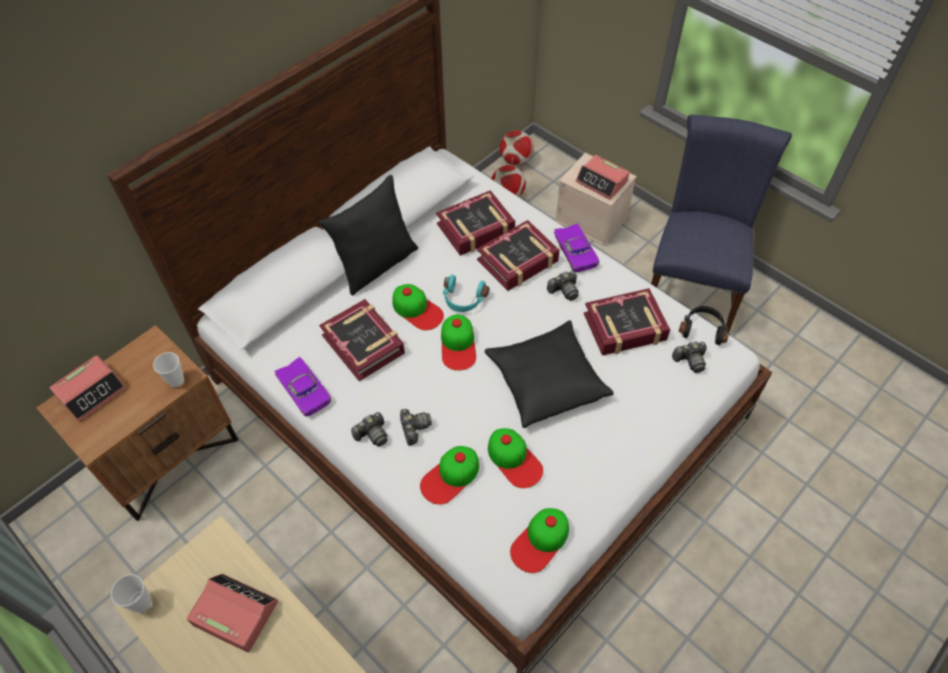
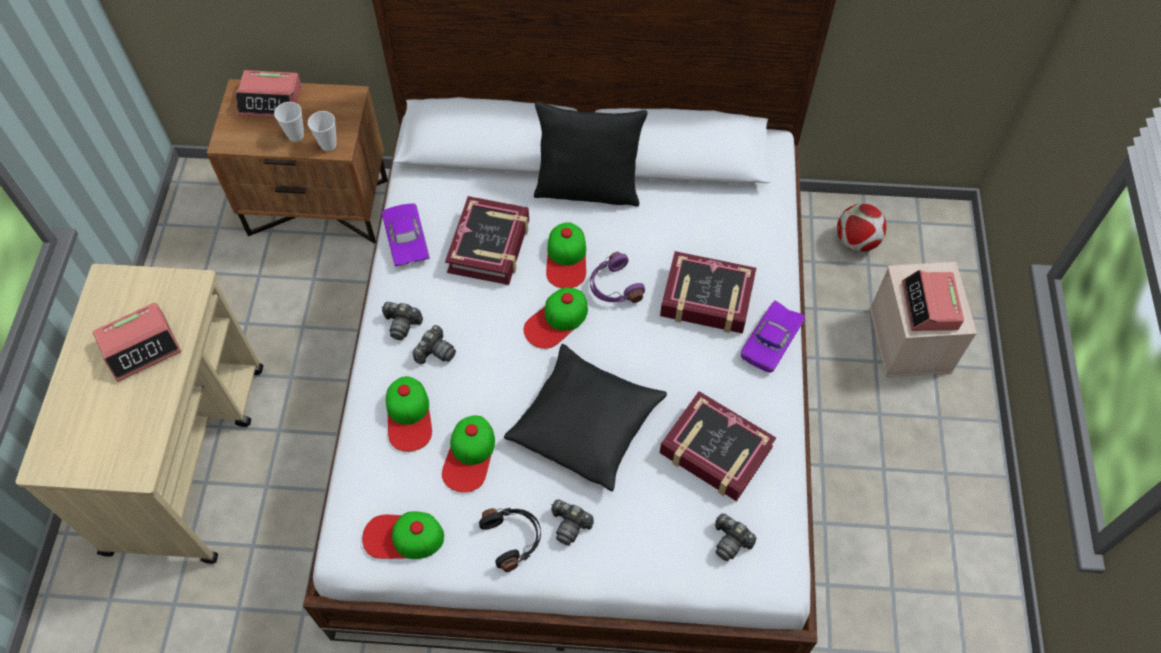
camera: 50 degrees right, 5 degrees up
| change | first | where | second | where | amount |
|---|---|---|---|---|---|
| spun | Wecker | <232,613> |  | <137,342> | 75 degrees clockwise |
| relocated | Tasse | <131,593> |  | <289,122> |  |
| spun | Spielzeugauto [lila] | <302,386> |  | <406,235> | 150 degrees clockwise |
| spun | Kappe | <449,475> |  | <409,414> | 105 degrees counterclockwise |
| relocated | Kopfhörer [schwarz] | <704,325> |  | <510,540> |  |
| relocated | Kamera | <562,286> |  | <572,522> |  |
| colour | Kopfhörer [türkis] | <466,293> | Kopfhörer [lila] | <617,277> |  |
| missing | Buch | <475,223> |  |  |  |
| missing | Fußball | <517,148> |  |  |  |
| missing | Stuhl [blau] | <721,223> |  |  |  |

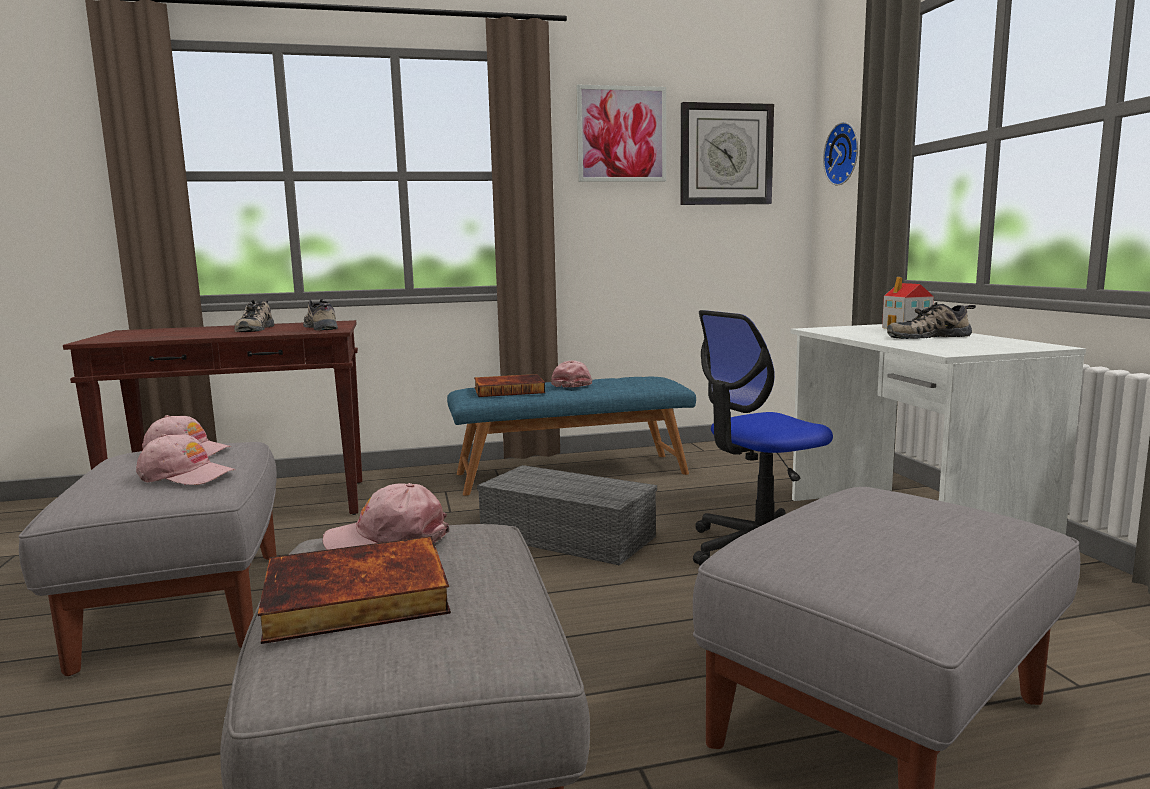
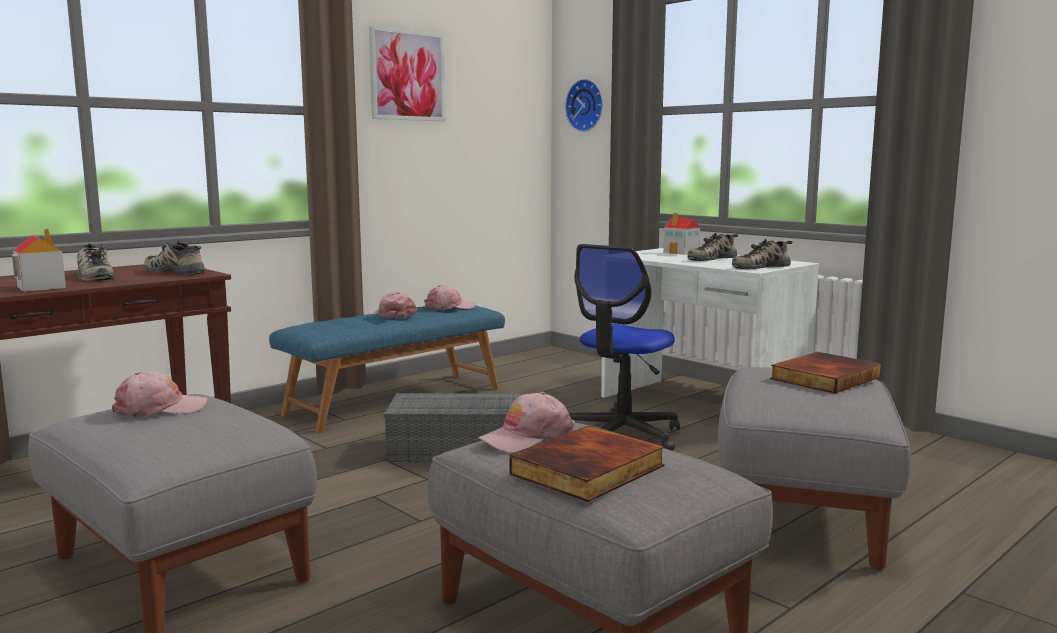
camera: 30 degrees left, 0 degrees up
| change | first | where | second | where | amount |
|---|---|---|---|---|---|
| appeared |  |  | Spielzeughaus | <39,260> |  |
| relocated | Kappe [rosa] | <186,459> |  | <450,297> |  |
| appeared |  |  | Schuh | <762,254> |  |
| relocated | Buch | <509,385> |  | <825,373> |  |
| missing | Wanduhr | <727,153> |  |  |  |

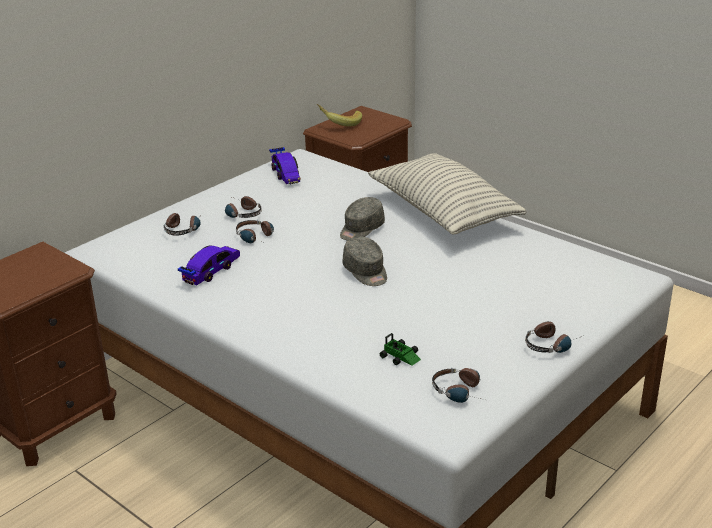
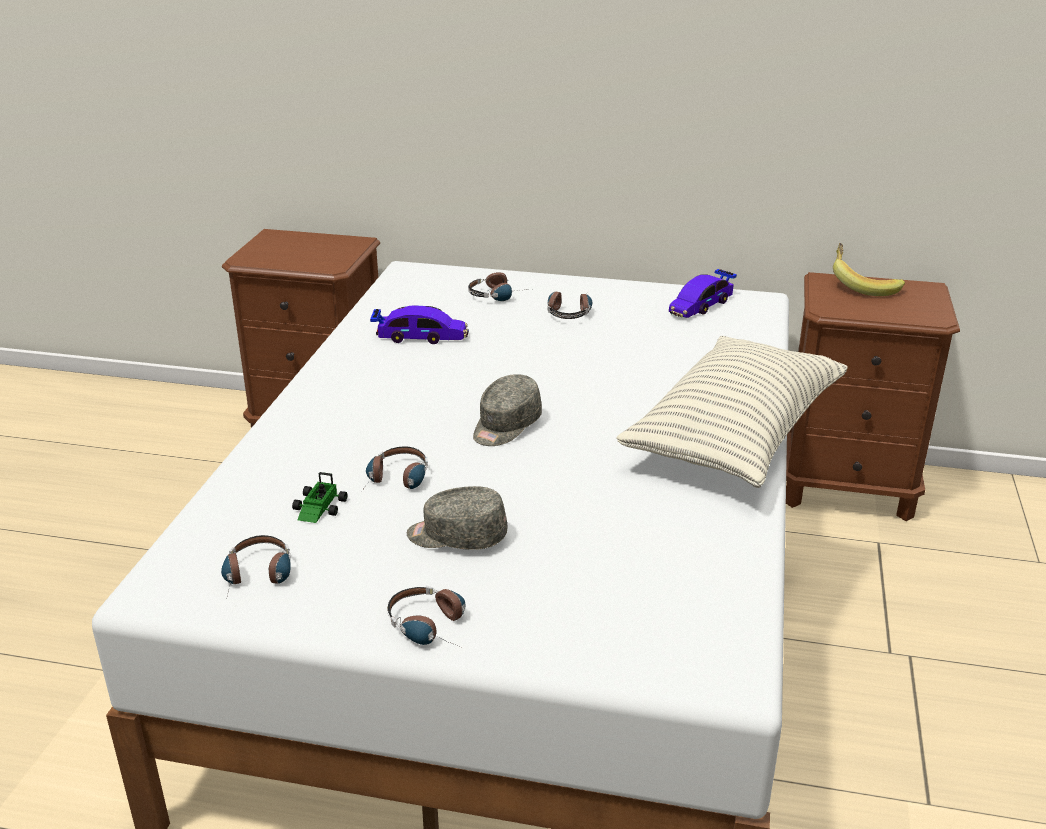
camera: 60 degrees right, 0 degrees up
| change | first | where | second | where | amount |
|---|---|---|---|---|---|
| relocated | Kopfhörer | <255,231> |  | <395,468> |  |
| relocated | Kappe [grau] | <362,219> |  | <457,518> |  |

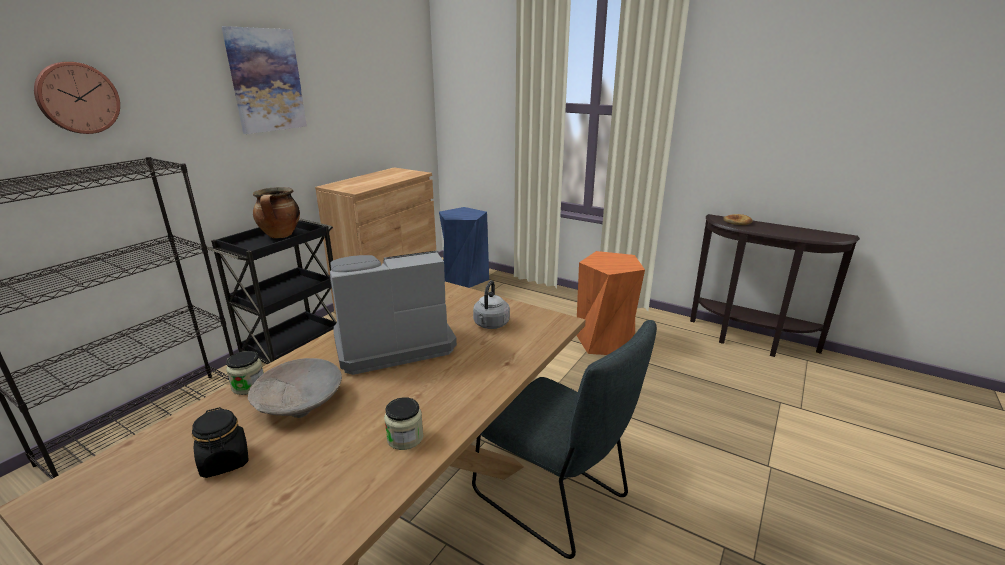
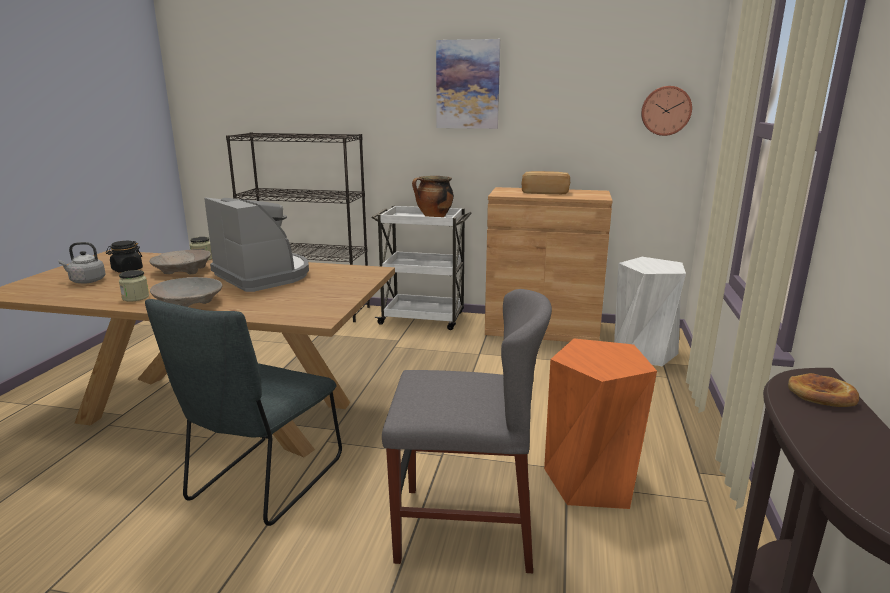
camera: 70 degrees right, 5 degrees down
| change | first | where | second | where | amount |
|---|---|---|---|---|---|
| relocated | Wasserkessel [grau] | <491,304> |  | <82,263> |  |
| appeared |  |  | Schüssel [beige] | <186,292> |  |
| colour | Rollwagen [schwarz] | <272,291> | Rollwagen [weiß] | <421,268> |  |
| appeared |  |  | Stuhl [grau] | <467,431> |  |
| appeared |  |  | Brot | <546,182> |  |
| colour | Hocker [blau] | <464,247> | Hocker [weiß] | <650,311> |  |
| relocated | Wanduhr | <77,98> |  | <666,111> |  |

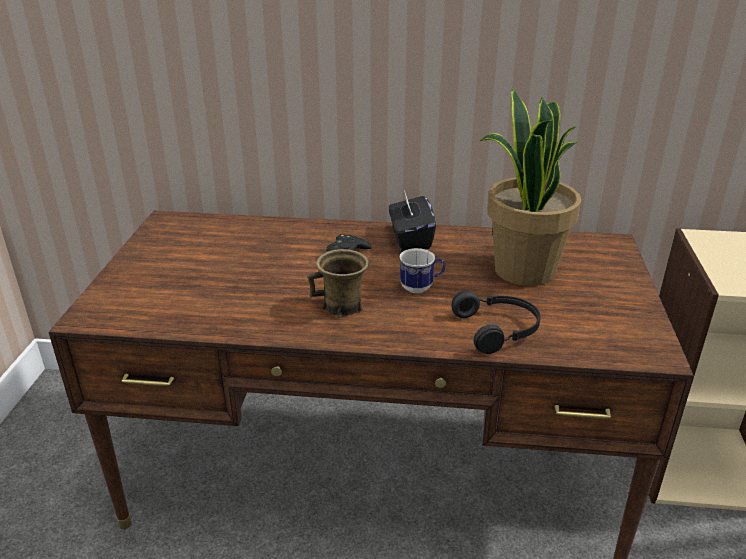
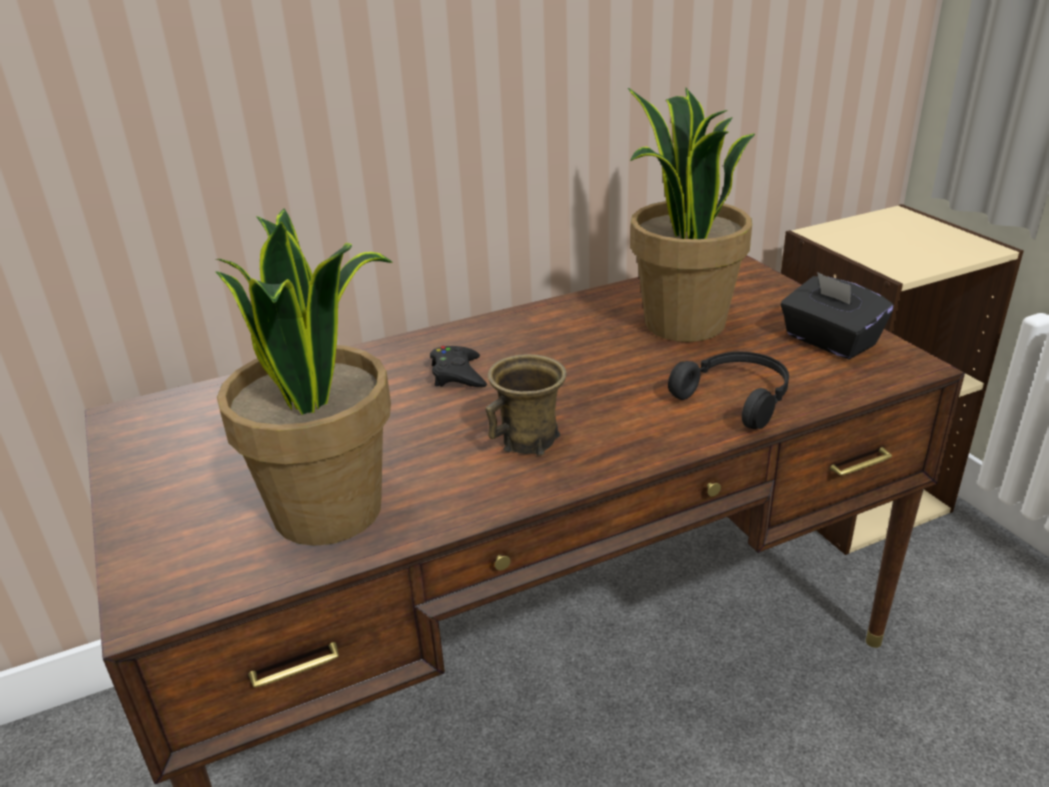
camera: 30 degrees left, 0 degrees up
| change | first | where | second | where | amount |
|---|---|---|---|---|---|
| appeared |  |  | Topfpflanze | <304,377> |  |
| relocated | Taschentuchbox [schwarz] | <412,220> |  | <837,315> |  |
| missing | Henkelbecher | <423,270> |  |  |  |

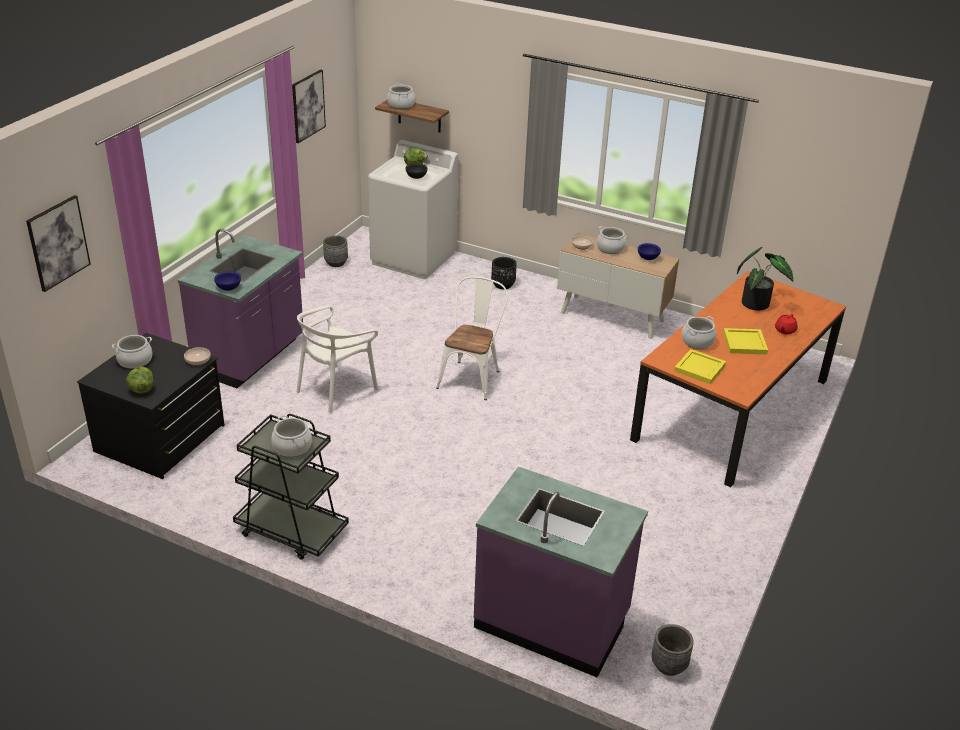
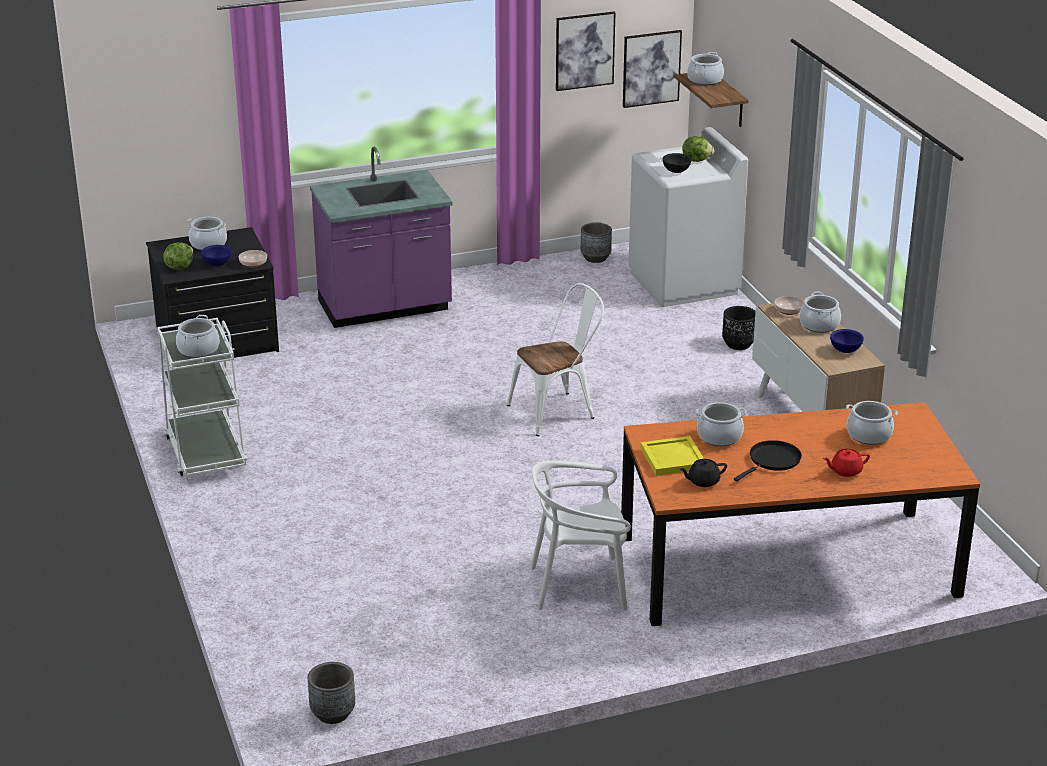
camera: 45 degrees right, 5 degrees down
| change | first | where | second | where | amount |
|---|---|---|---|---|---|
| colour | Rollwagen [schwarz] | <291,487> | Rollwagen [weiß] | <202,397> |  |
| relocated | Schüssel [blau] | <227,281> |  | <216,255> |  |
| relocated | Stuhl [weiß] | <337,359> |  | <580,536> |  |
| relocated | Bild | <58,243> |  | <652,69> |  |
| appeared |  |  | Teekanne [schwarz] | <703,473> |  |
| exchanged | Tablett [gelb] | <745,341> | Pfanne [schwarz] | <768,460> |  |
| exchanged | Topfpflanze | <765,279> | Kochtopf | <872,423> |  |
| missing | Küchenzeile [lila] | <561,571> |  |  |  |

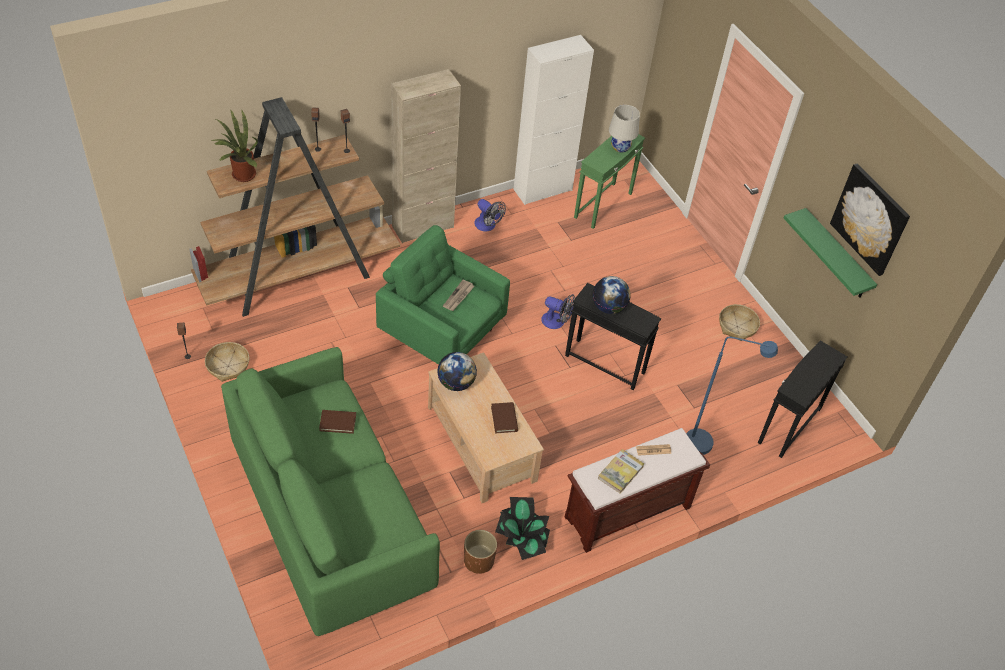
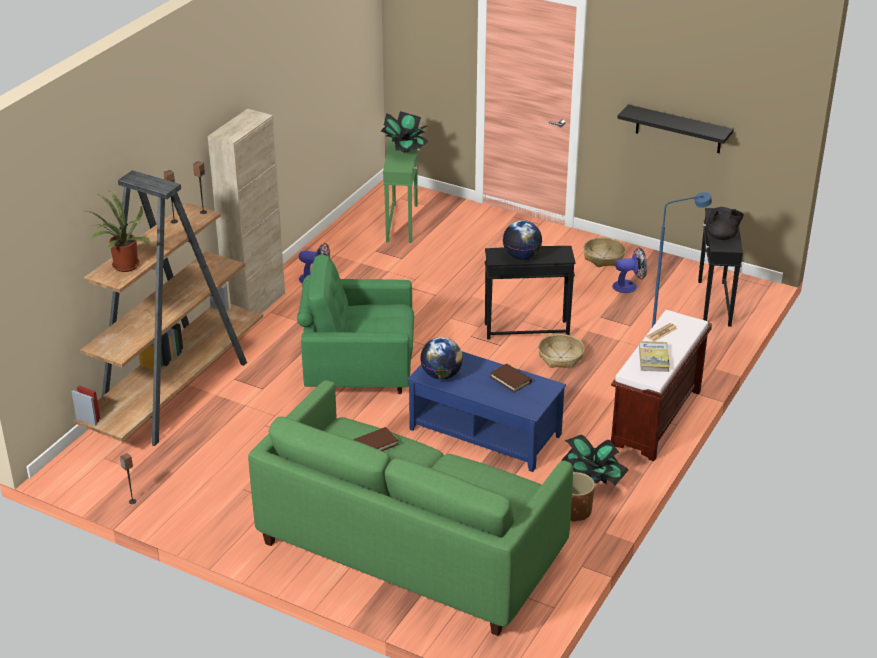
camera: 30 degrees left, 15 degrees down
| change | first | where | second | where | amount |
|---|---|---|---|---|---|
| exchanged | Tischlampe [weiß] | <624,129> | Topfpflanze | <404,132> |  |
| colour | Couchtisch [beige] | <486,427> | Couchtisch [blau] | <486,411> |  |
| relocated | Korb | <227,362> |  | <561,351> |  |
| relocated | Ventilator | <558,311> |  | <630,270> |  |
| colour | Wandregal [grün] | <830,253> | Wandregal [schwarz] | <675,129> |  |
| appeared |  |  | Teekanne [schwarz] | <725,223> |  |
| missing | Zeitung | <458,295> |  |  |  |
| missing | Schrank [weiß] | <554,120> |  |  |  |
| missing | Bild | <870,220> |  |  |  |

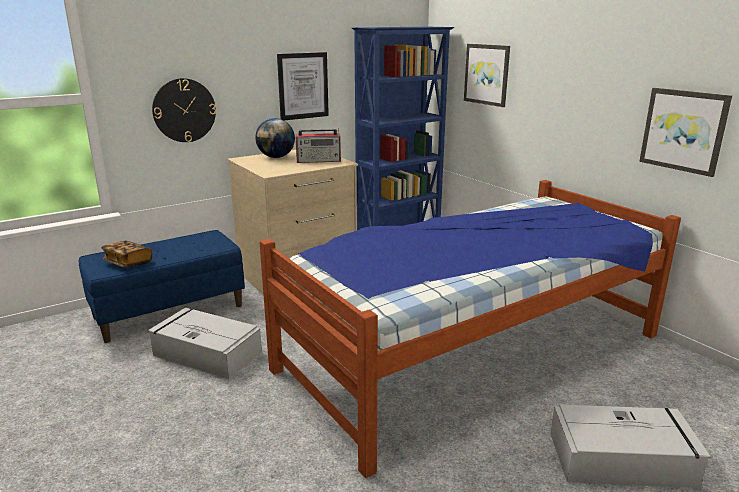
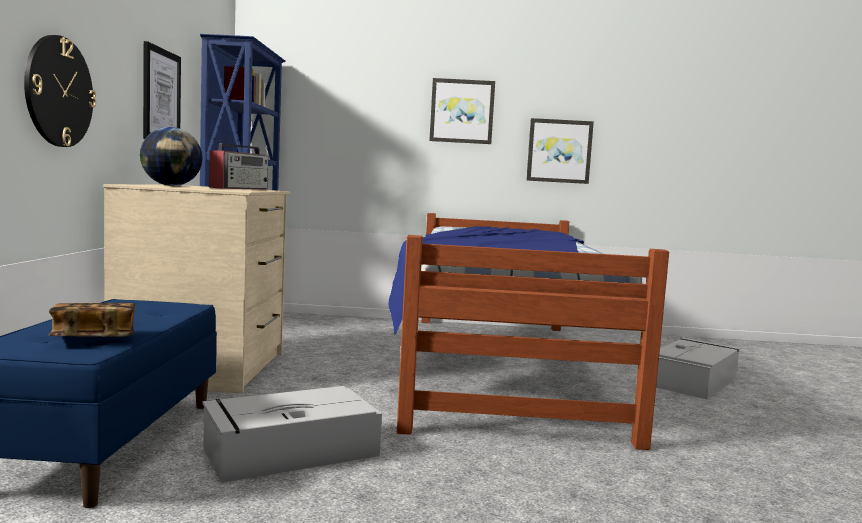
camera: 55 degrees left, 15 degrees down
| change | first | where | second | where | amount |
|---|---|---|---|---|---|
| relocated | Bild | <487,75> |  | <462,111> |  |

